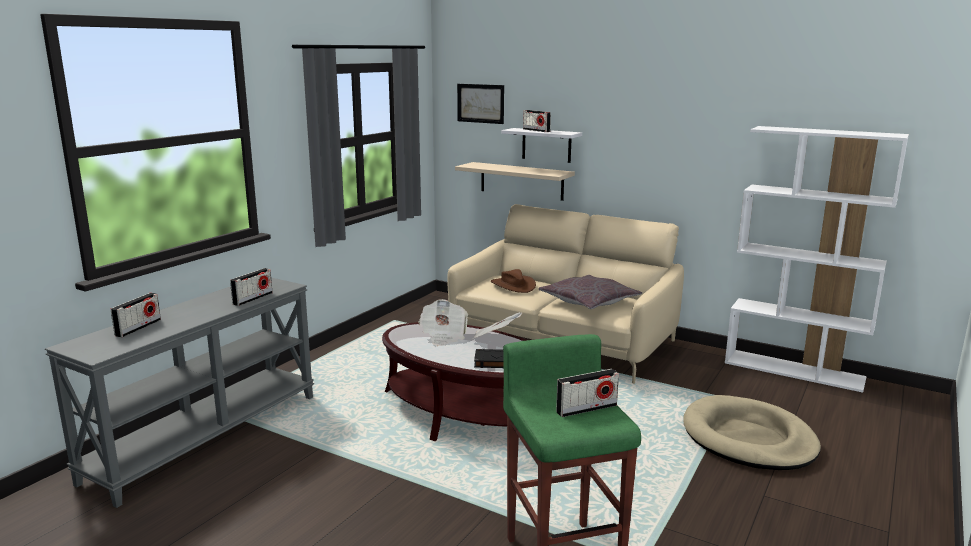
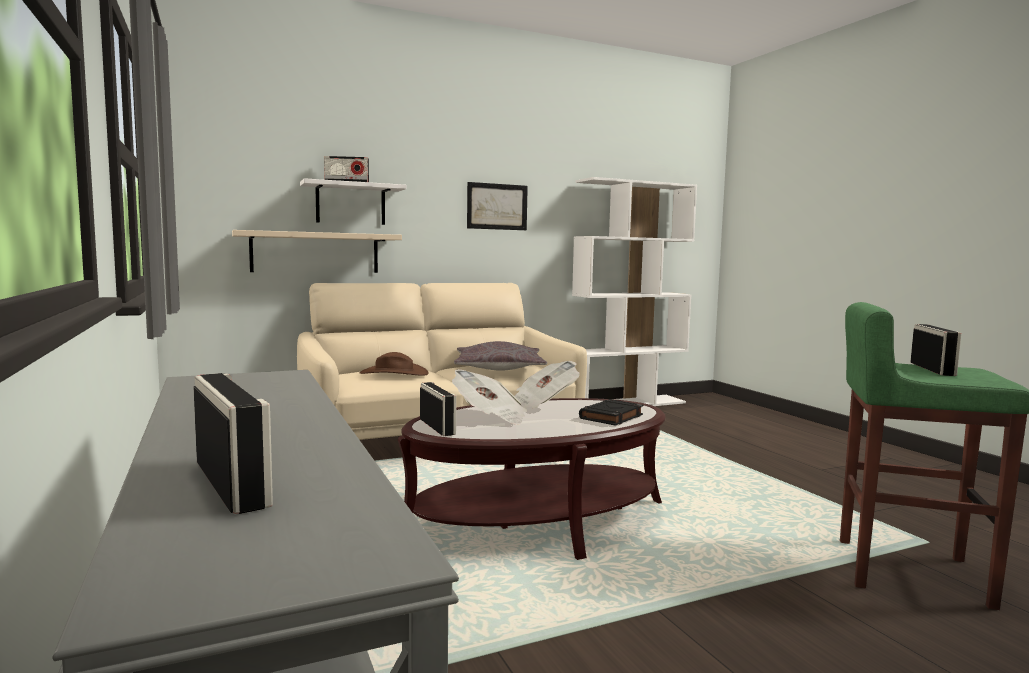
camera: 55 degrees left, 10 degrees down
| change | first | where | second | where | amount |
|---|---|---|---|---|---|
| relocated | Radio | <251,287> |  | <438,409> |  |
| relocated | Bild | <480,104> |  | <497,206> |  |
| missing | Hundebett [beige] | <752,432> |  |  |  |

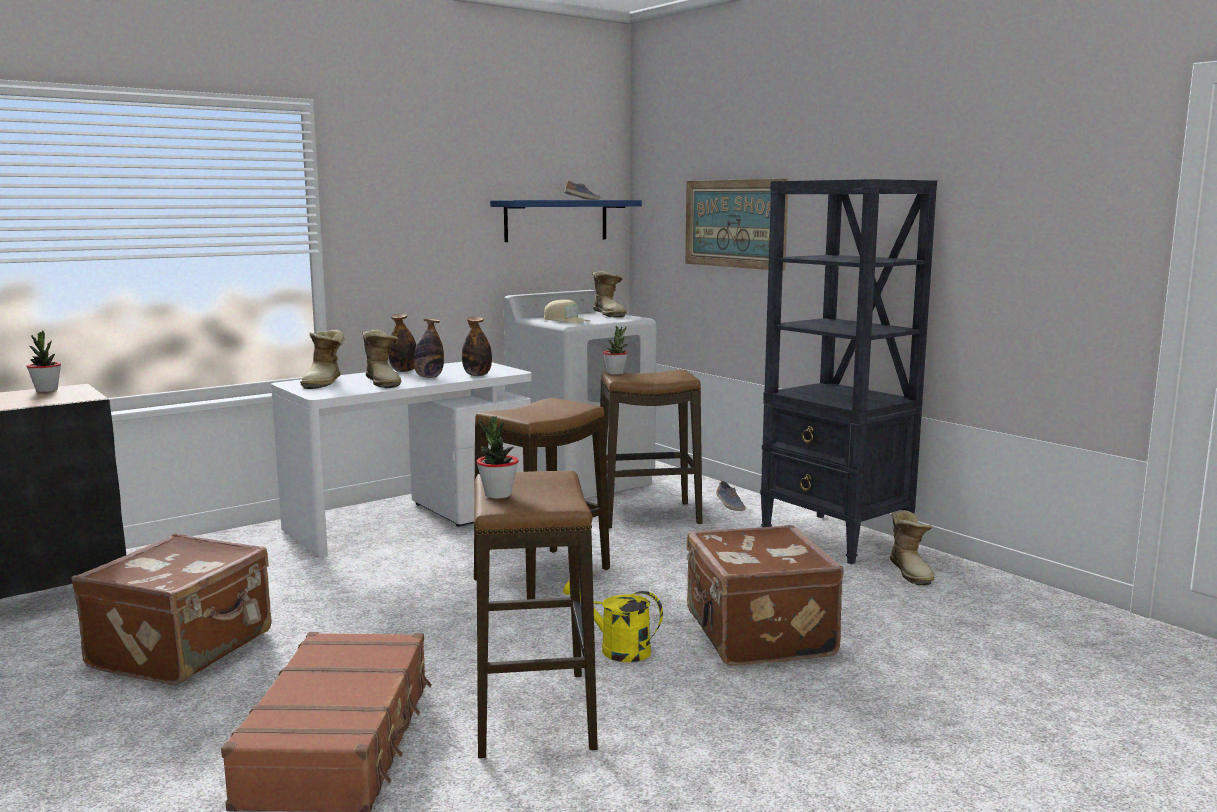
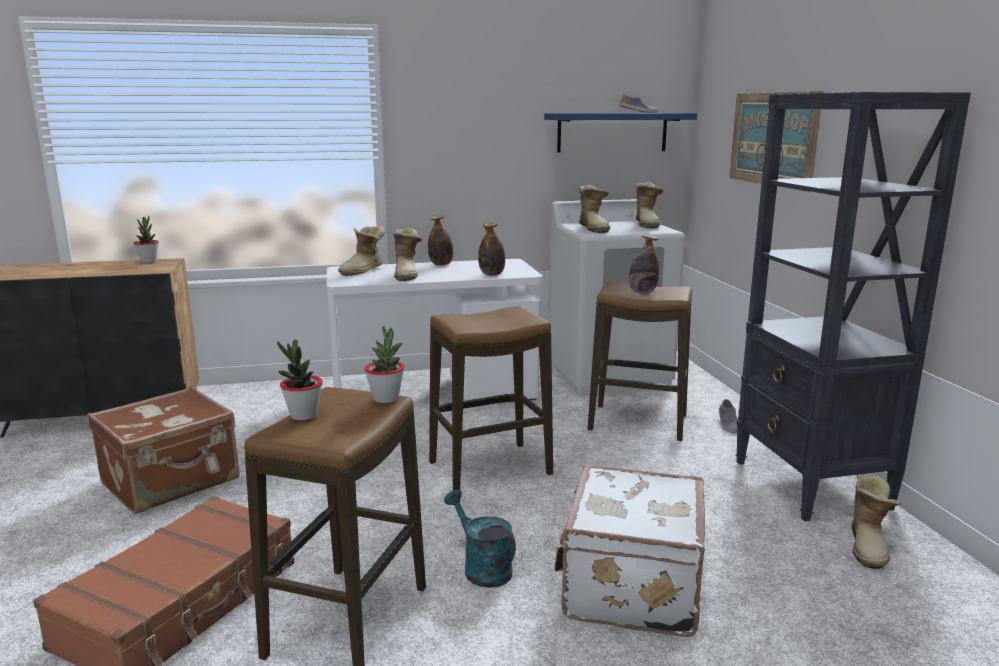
camera: 25 degrees right, 5 degrees up
| change | first | where | second | where | amount |
|---|---|---|---|---|---|
| relocated | Topfpflanze | <615,350> |  | <385,364> |  |
| colour | Gießkanne [gelb] | <613,621> | Gießkanne [türkis] | <480,538> |  |
| colour | Koffer [braun] | <765,595> | Koffer [weiß] | <629,550> |  |
| exchanged | Kappe [beige] | <567,312> | Stiefel | <594,209> |  |
| relocated | Flasche | <429,348> |  | <644,264> |  |

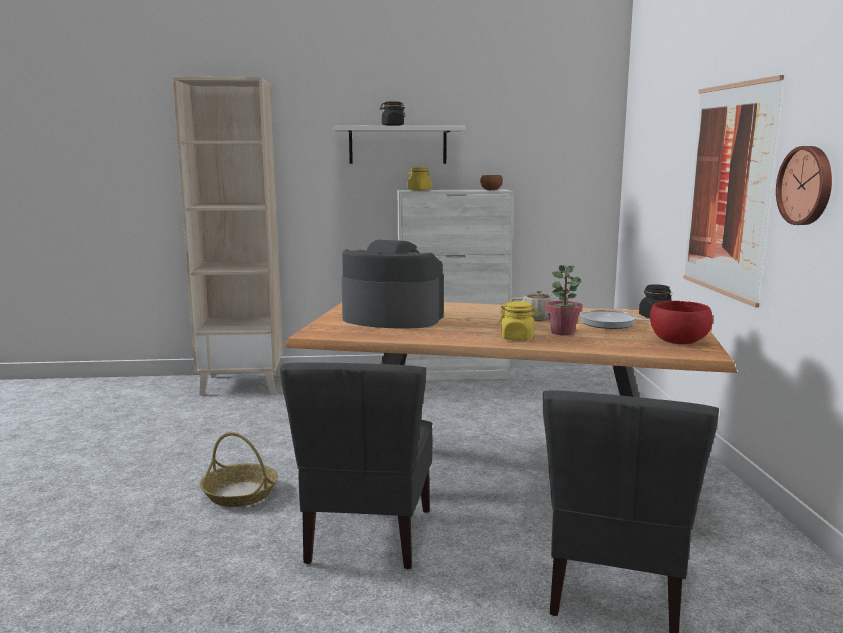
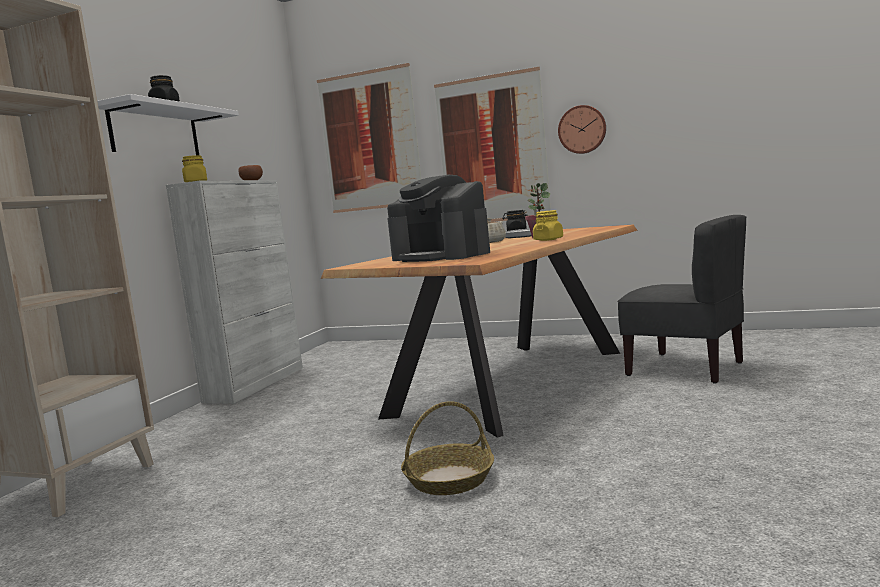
camera: 65 degrees left, 5 degrees down
| change | first | where | second | where | amount |
|---|---|---|---|---|---|
| appeared |  |  | Bild | <369,138> |  |
| spun | Kaffeemaschine | <392,284> |  | <438,218> | 90 degrees counterclockwise |
| missing | Stuhl [grau] | <356,465> |  |  |  |
| missing | Schüssel [rot] | <681,322> |  |  |  |

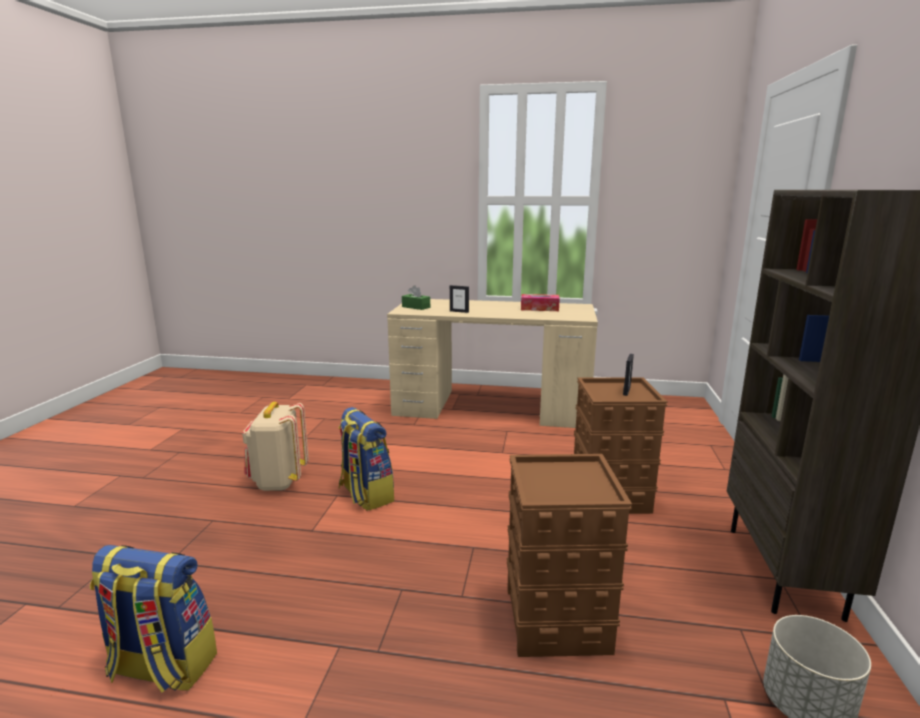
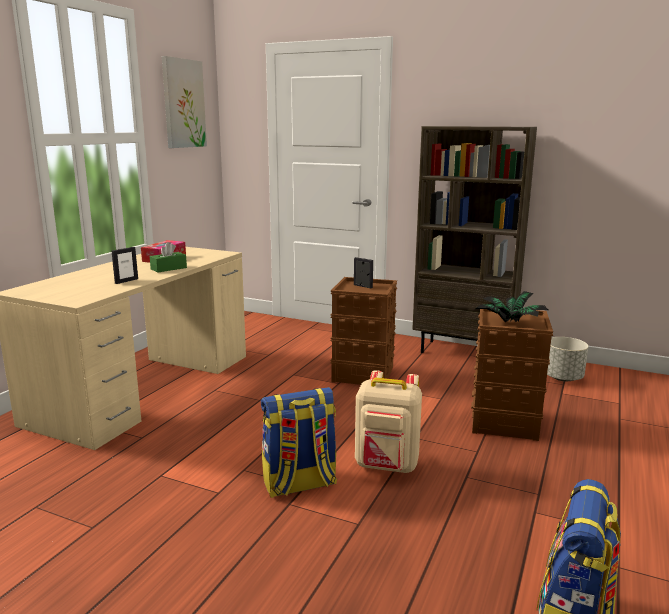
camera: 75 degrees left, 0 degrees up
| change | first | where | second | where | amount |
|---|---|---|---|---|---|
| relocated | Taschentuchbox [grün] | <416,297> |  | <168,257> |  |
| appeared |  |  | Bild | <184,102> |  |
| relocated | Rucksack [beige] | <275,446> |  | <388,421> |  |
| appeared |  |  | Topfpflanze | <512,306> |  |

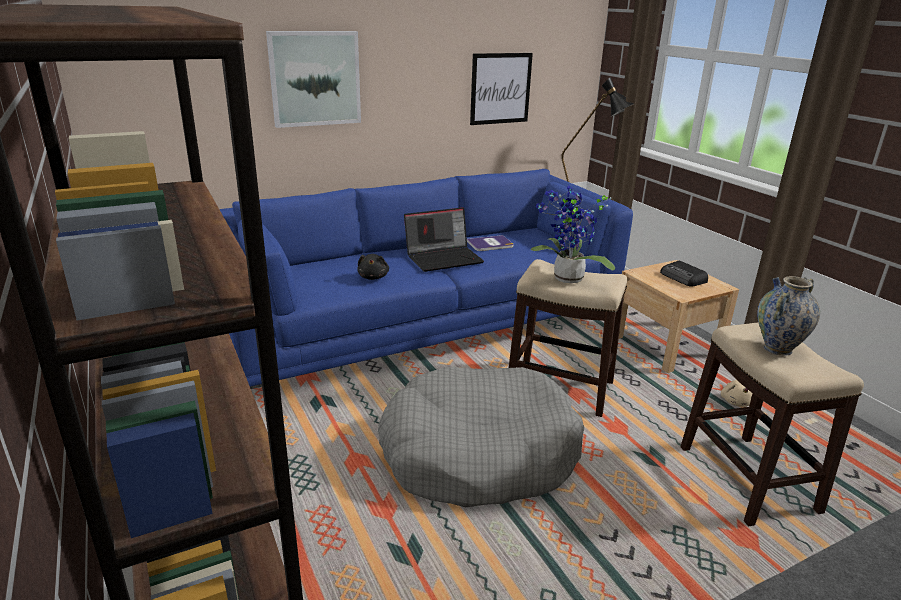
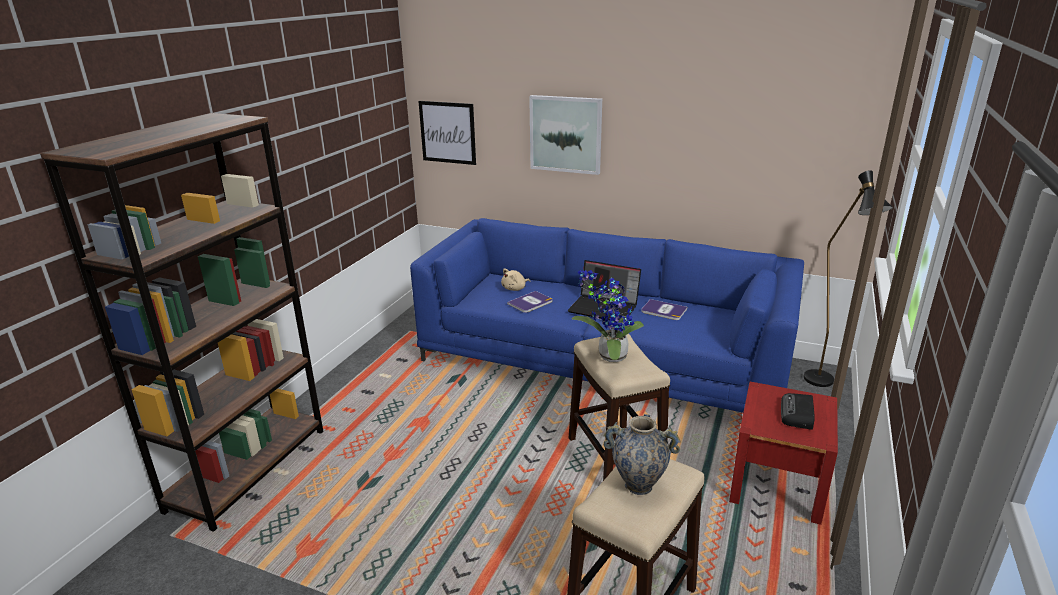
camera: 50 degrees right, 0 degrees up
| change | first | where | second | where | amount |
|---|---|---|---|---|---|
| relocated | Bild | <501,89> |  | <447,133> |  |
| relocated | Plüschtier [beige] | <736,393> |  | <515,279> |  |
| exchanged | Plüschtier [schwarz] | <373,267> | Buch | <529,302> |  |
| colour | Nachttisch [beige] | <679,316> | Nachttisch [rot] | <783,453> |  |
| missing | Hundebett [grau] | <481,437> |  |  |  |

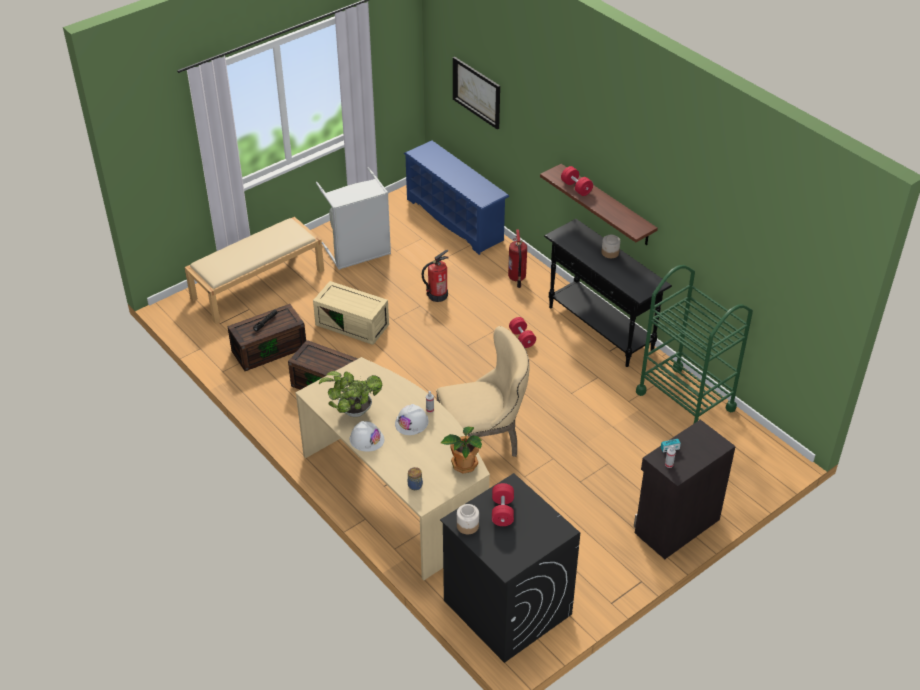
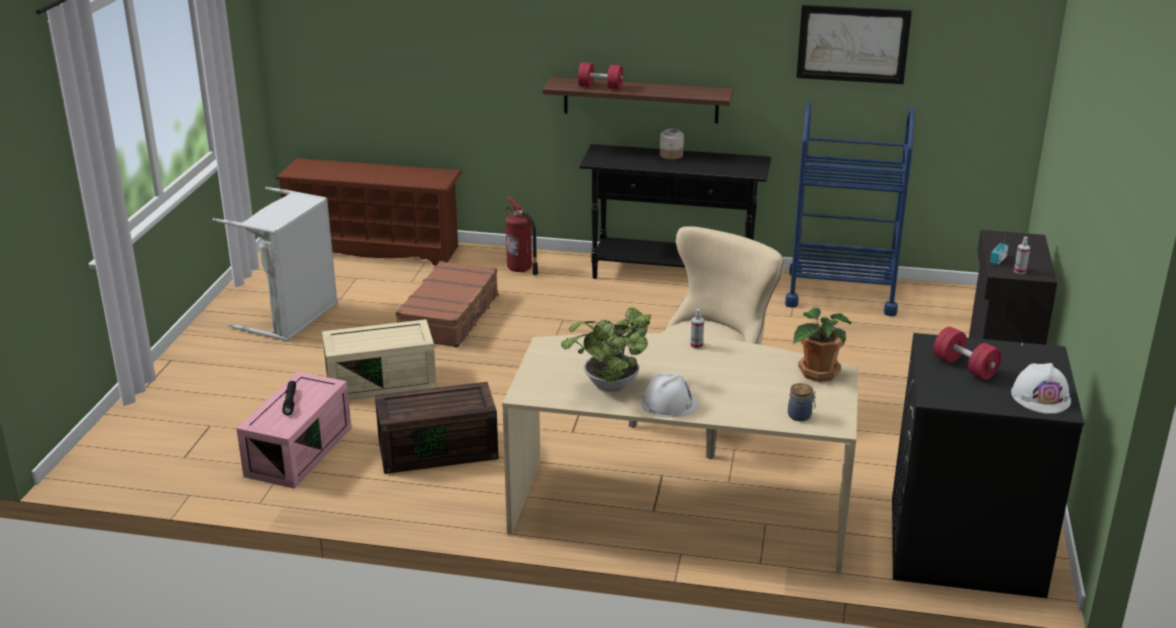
camera: 40 degrees left, 15 degrees down
| change | first | where | second | where | amount |
|---|---|---|---|---|---|
| colour | Aufbewahrungsbox [braun] | <266,337> | Aufbewahrungsbox [rosa] | <293,430> |  |
| colour | Schuhregal [blau] | <456,198> | Schuhregal [braun] | <369,212> |  |
| exchanged | Feuerlöscher | <435,275> | Koffer [braun] | <447,304> |  |
| colour | Rollwagen [grün] | <694,344> | Rollwagen [blau] | <850,208> |  |
| relocated | Bild | <476,93> |  | <854,44> |  |
| relocated | Schutzhelm [weiß] | <411,419> |  | <1041,388> |  |
| missing | Bank [beige] | <254,270> |  |  |  |
| missing | Vorratsglas | <468,519> |  |  |  |
| missing | Hantel [rot] | <522,332> |  |  |  |

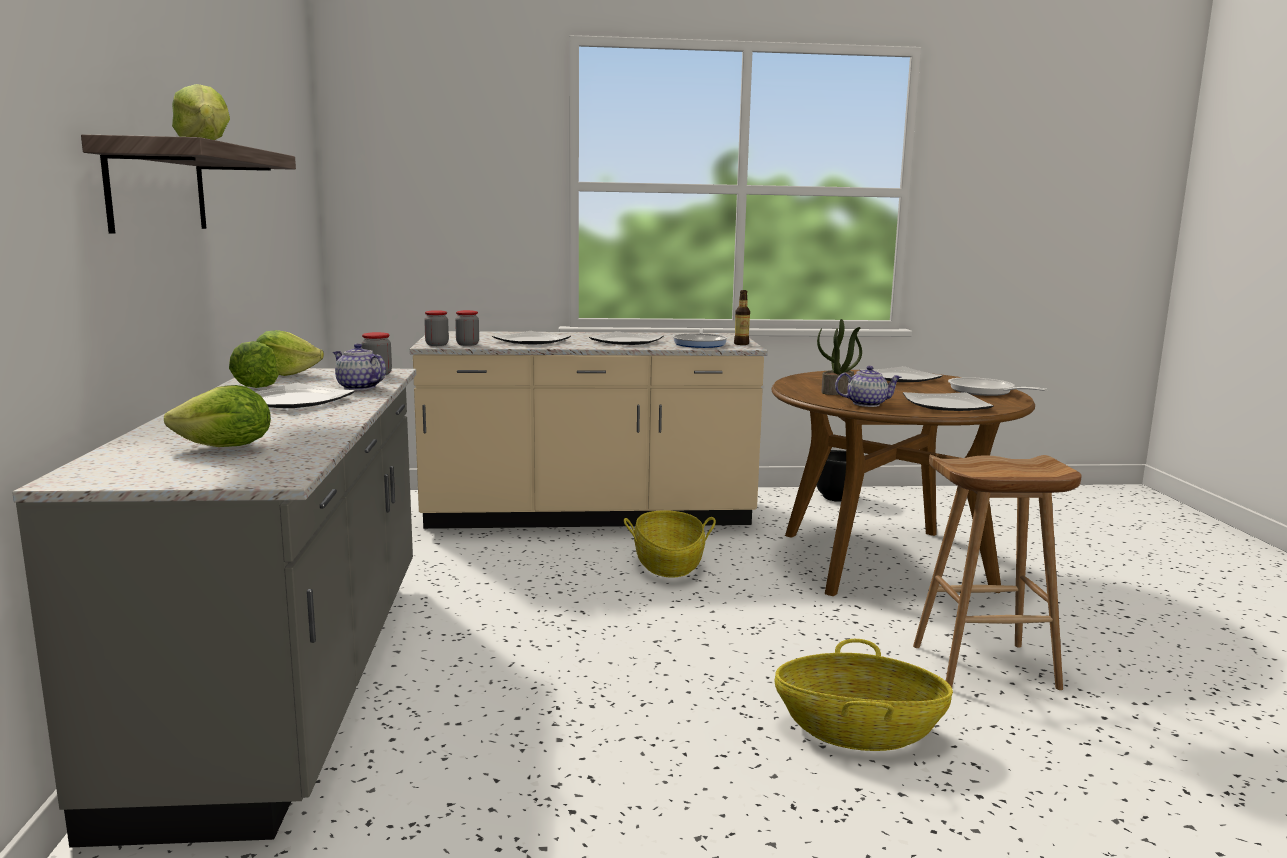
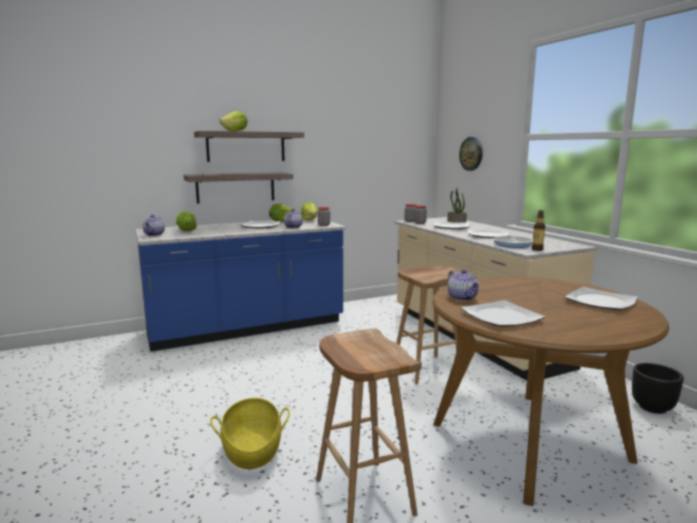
camera: 70 degrees right, 0 degrees up
| change | first | where | second | where | amount |
|---|---|---|---|---|---|
| colour | Küchenzeile [grau] | <214,608> | Küchenzeile [blau] | <240,284> |  |
| appeared |  |  | Teekanne | <154,225> |  |
| appeared |  |  | Wandregal | <238,188> |  |
| exchanged | Korb | <670,544> | Hocker [braun] | <429,324> |  |
| relocated | Topfpflanze | <839,357> |  | <457,205> |  |
| appeared |  |  | Wanduhr | <471,154> |  |
| missing | Pfanne | <998,386> |  |  |  |

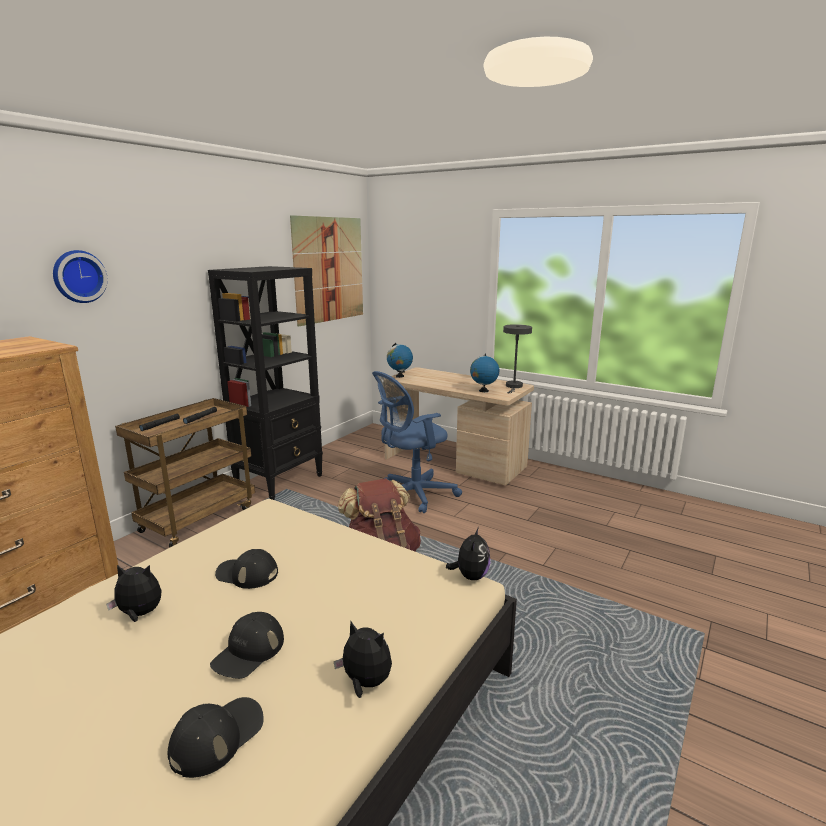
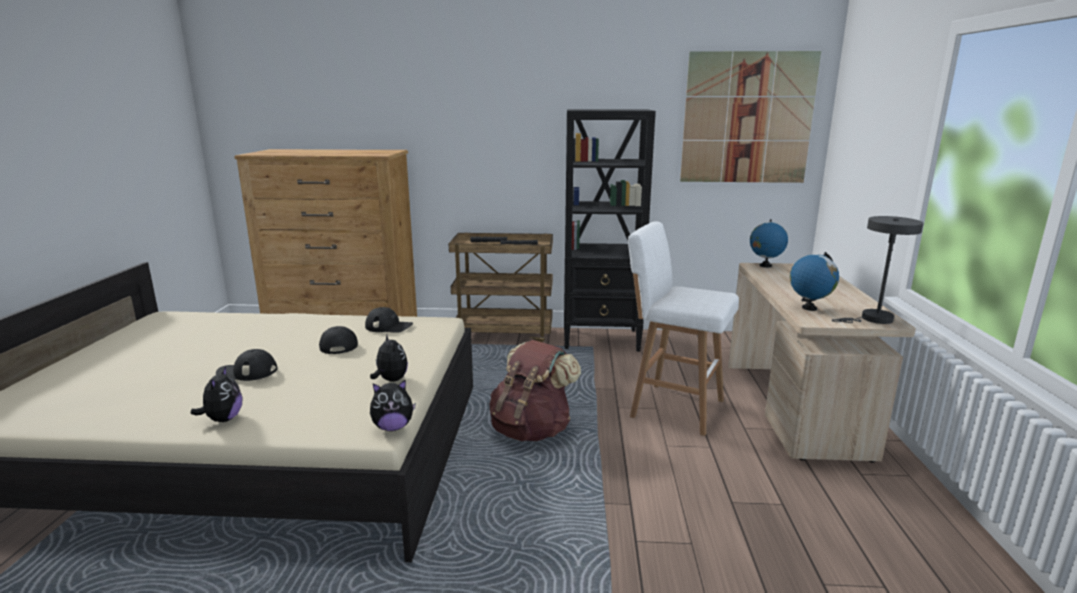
camera: 60 degrees right, 0 degrees up
| change | first | where | second | where | amount |
|---|---|---|---|---|---|
| relocated | Kappe [schwarz] | <216,737> |  | <389,320> |  |
| relocated | Plüschtier | <134,593> |  | <389,358> |  |
| exchanged | Bürostuhl [blau] | <417,442> | Hocker [weiß] | <683,329> |  |
| missing | Wanduhr | <80,276> |  |  |  |

